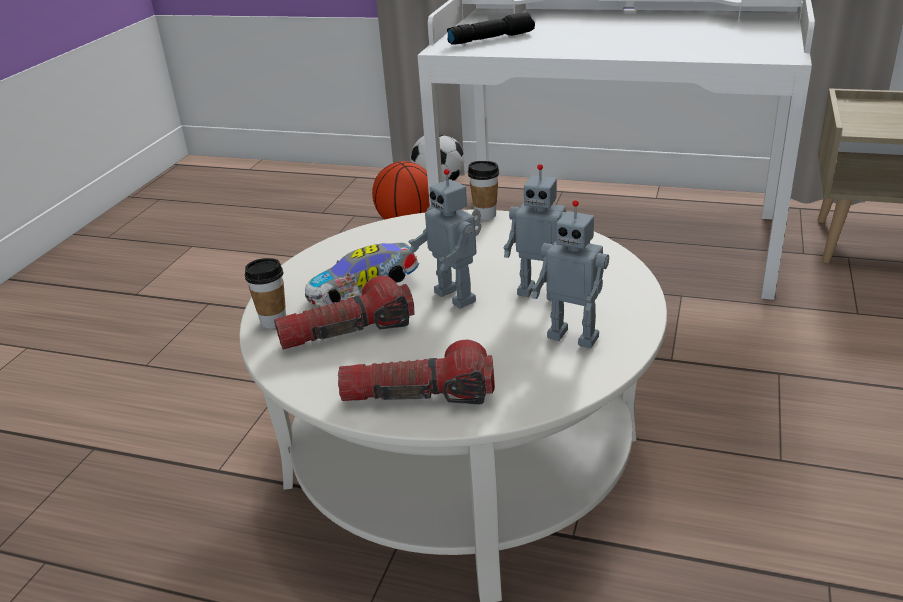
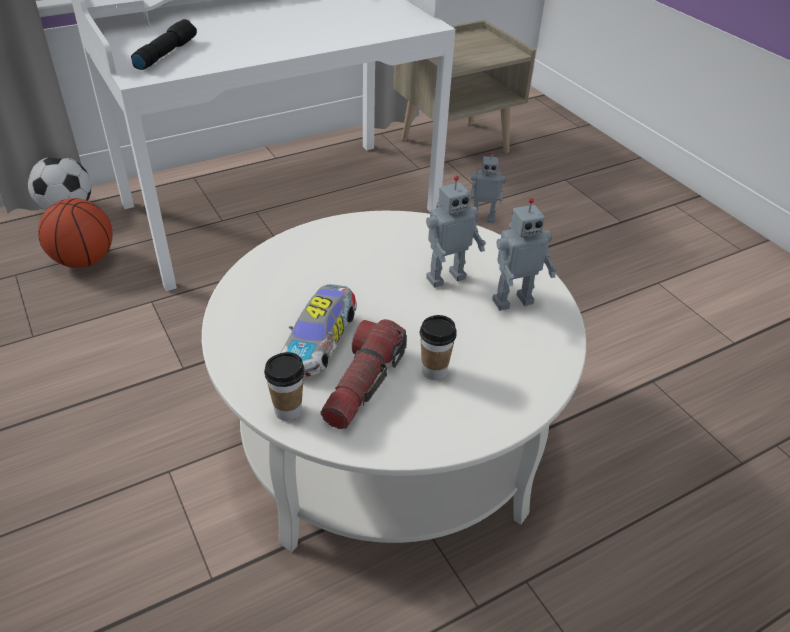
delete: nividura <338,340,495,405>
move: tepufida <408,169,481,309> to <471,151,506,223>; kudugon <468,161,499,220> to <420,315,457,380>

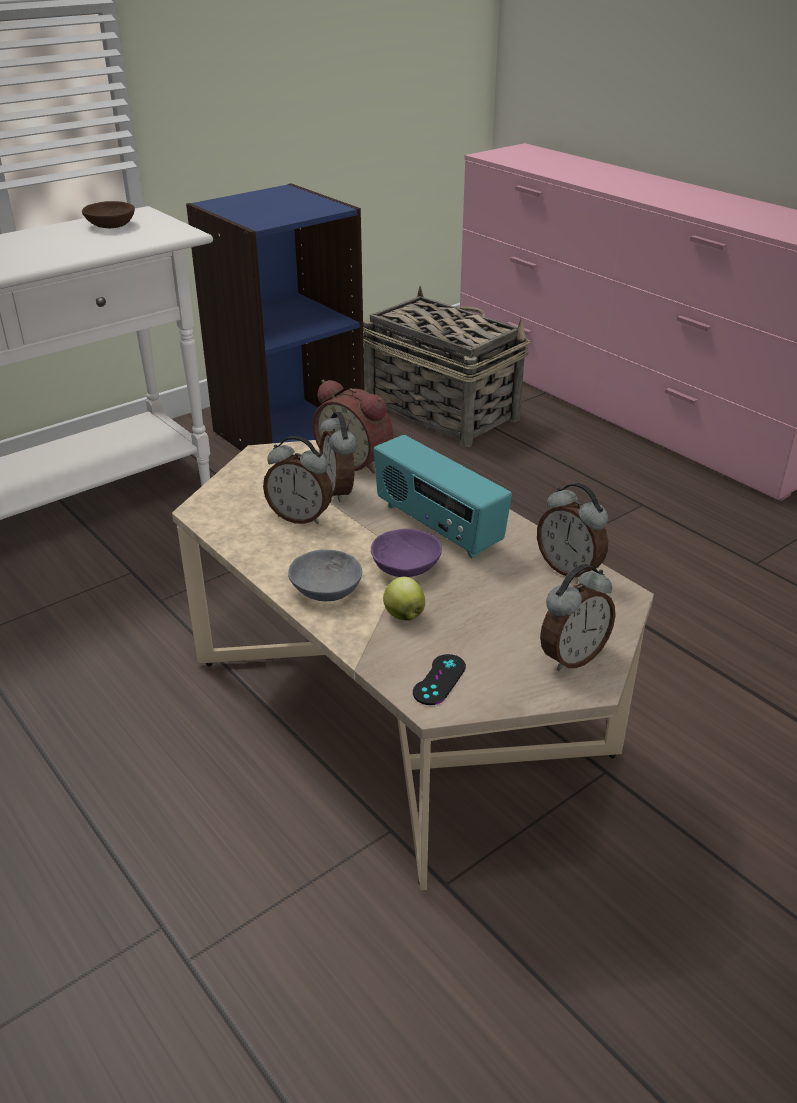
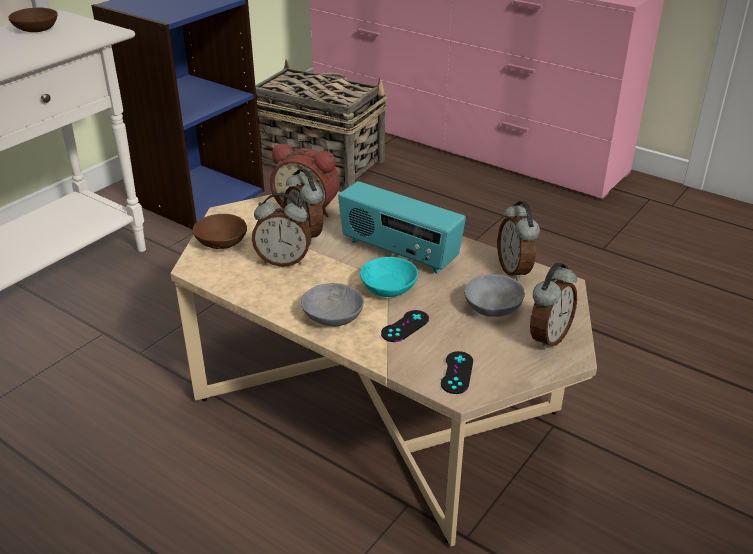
insert: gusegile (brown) <193,214,247,249>; gusegile (grey) <464,274,525,317>
replace: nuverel <383,577,425,621> to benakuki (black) <381,310,429,342>
recolor: gusegile (purple) <371,529,442,577> to gusegile (turquoise) <360,257,418,297>
rotate: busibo <537,483,608,577> = <497,201,540,281> 45 degrees clockwise

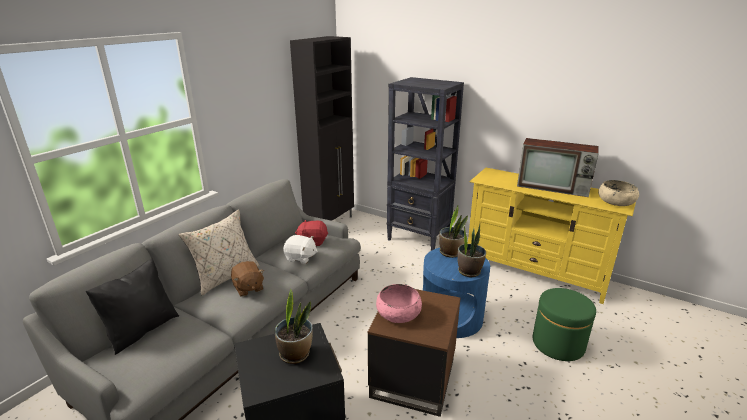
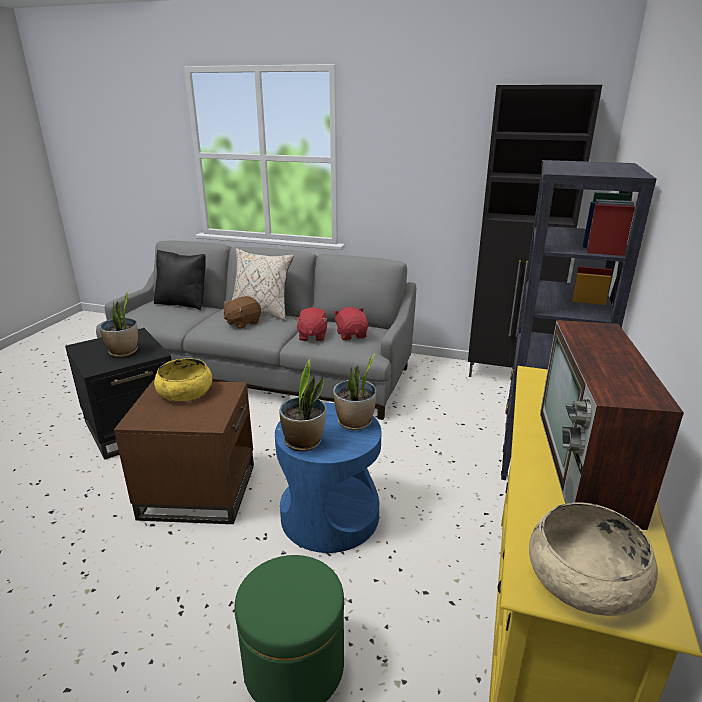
recolor: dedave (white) <283,235,318,264> to dedave (red) <295,307,328,341>; gusegile (pink) <376,284,422,323> to gusegile (yellow) <154,358,212,401>

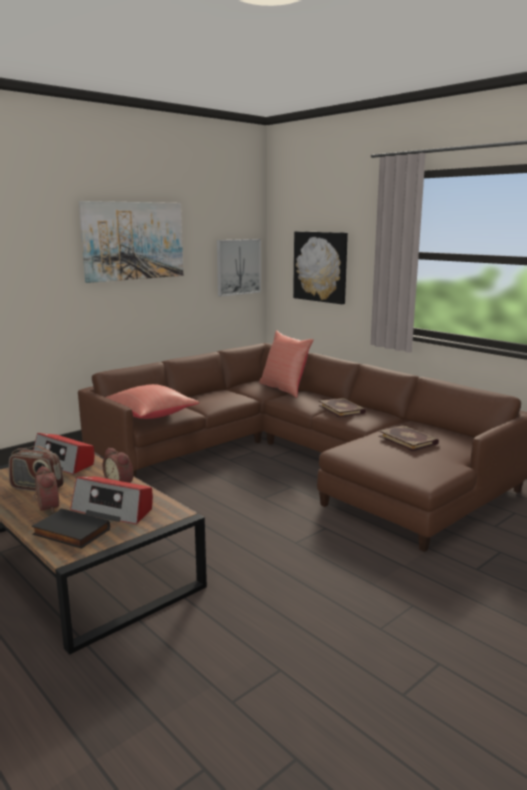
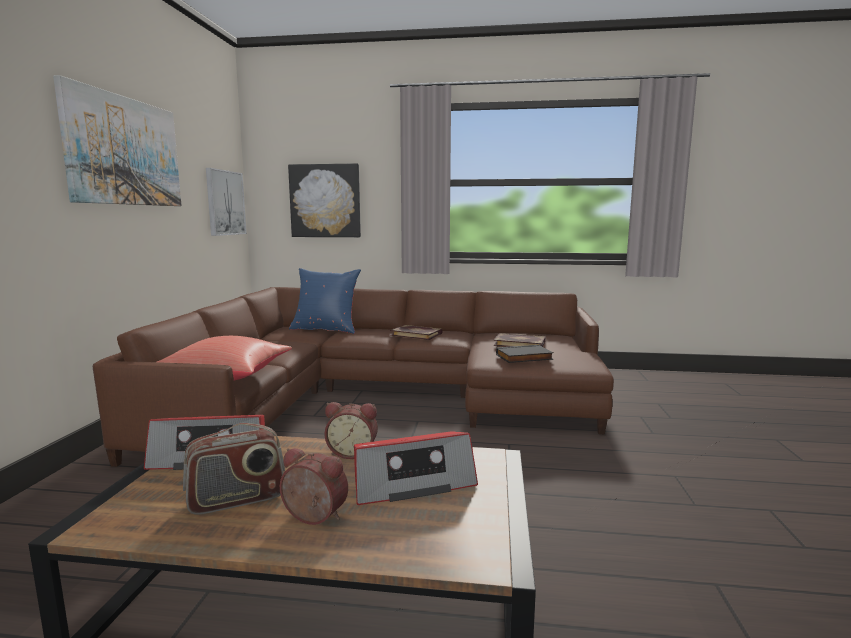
move: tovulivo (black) <32,508,110,549> to <496,345,554,363>
recolor: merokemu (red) <259,330,314,398> to merokemu (blue) <289,268,361,334>

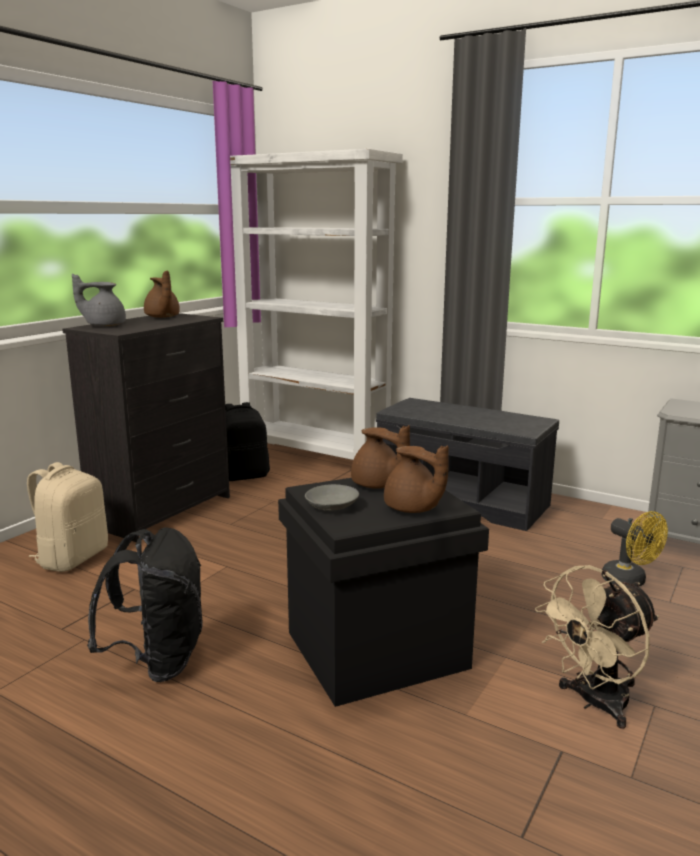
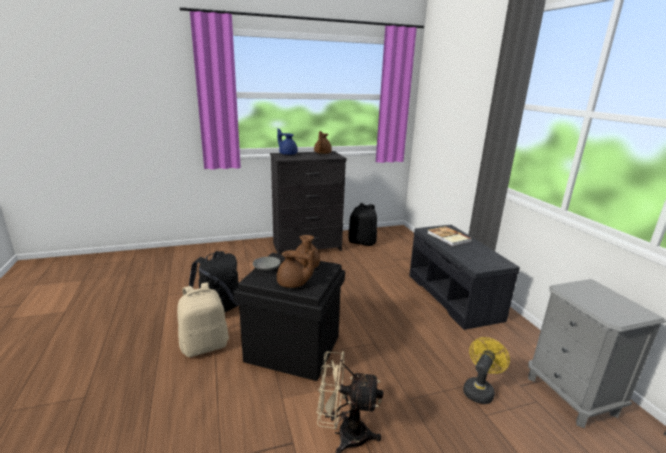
delete: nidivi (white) <230,149,403,460>
insert: tovulivo <428,226,472,246>
move: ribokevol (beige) <27,462,108,572> to <177,282,229,357>
recolor: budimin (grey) <72,274,126,326> to budimin (blue) <277,128,298,155>
rotate: budimin (brown) <384,445,449,513> = <277,249,315,288> 75 degrees counterclockwise; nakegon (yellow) <601,511,668,586> = <463,337,510,404> 150 degrees counterclockwise

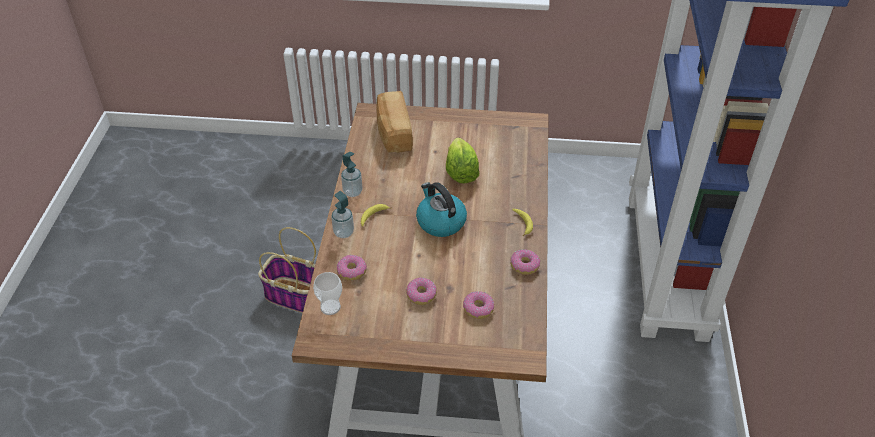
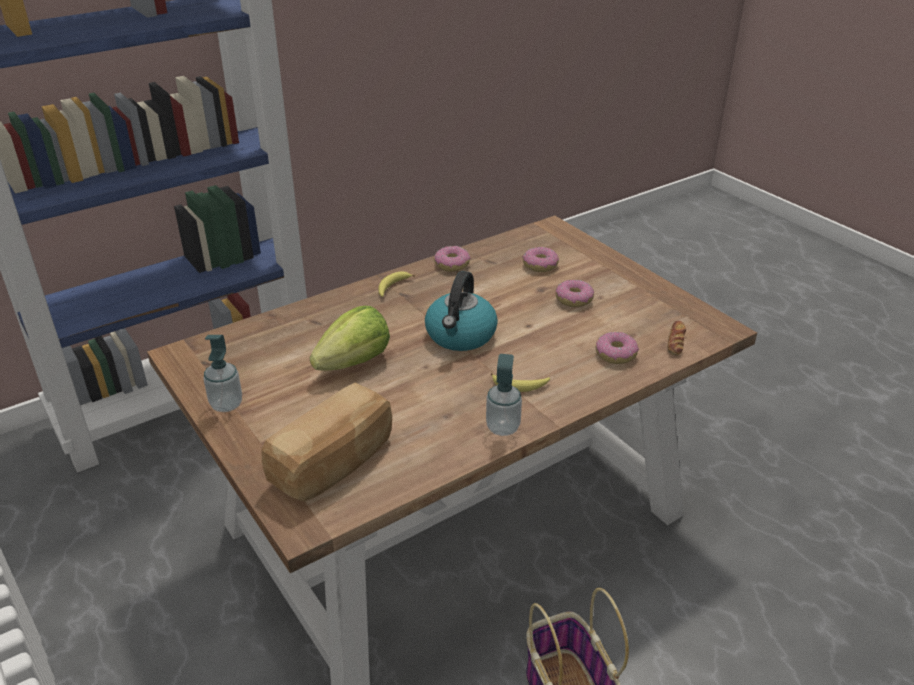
move: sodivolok <331,191,354,238> to <204,335,242,412>
replace: kudugon <313,272,342,315> to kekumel <667,321,686,356>

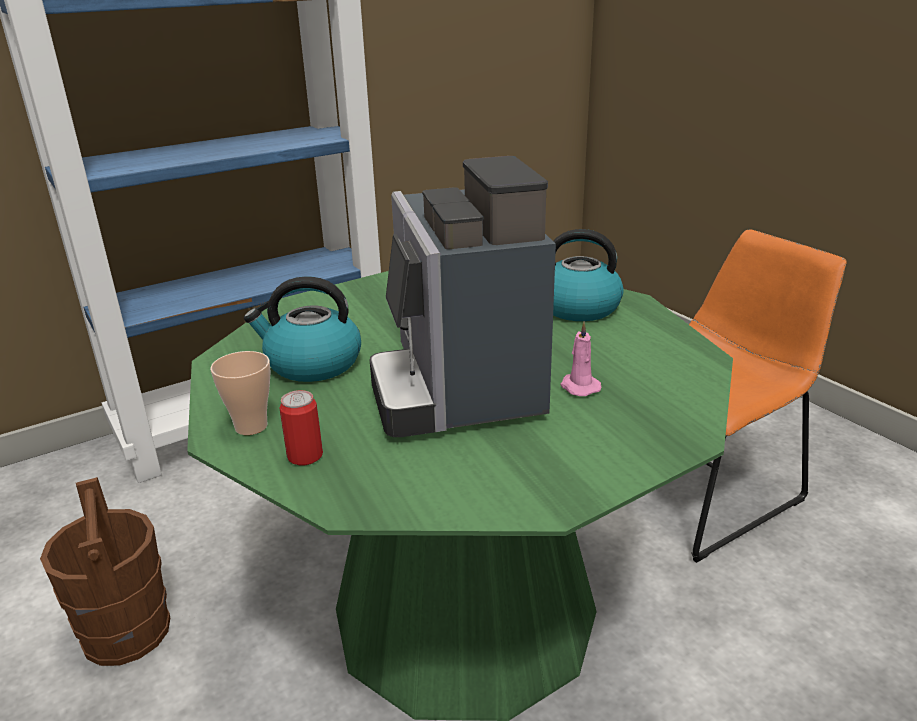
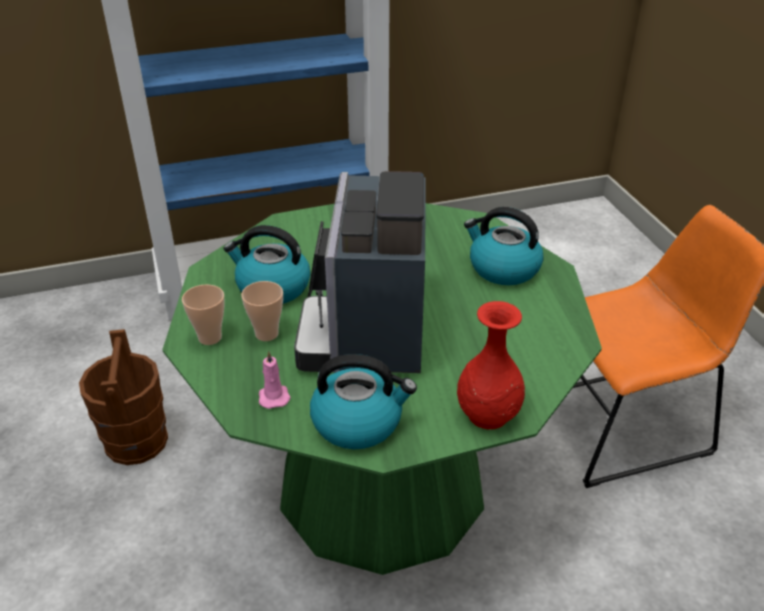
delete: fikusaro <279,390,323,465>
insert: kudugon <241,281,283,341>; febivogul <310,354,417,449>; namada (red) <457,301,525,430>
move: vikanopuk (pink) <561,322,601,396> to <259,351,291,409>

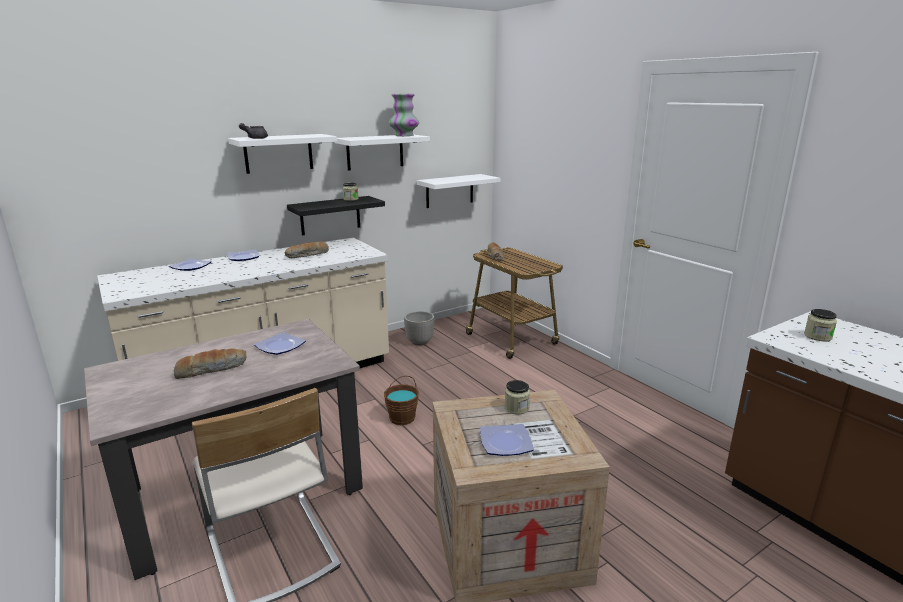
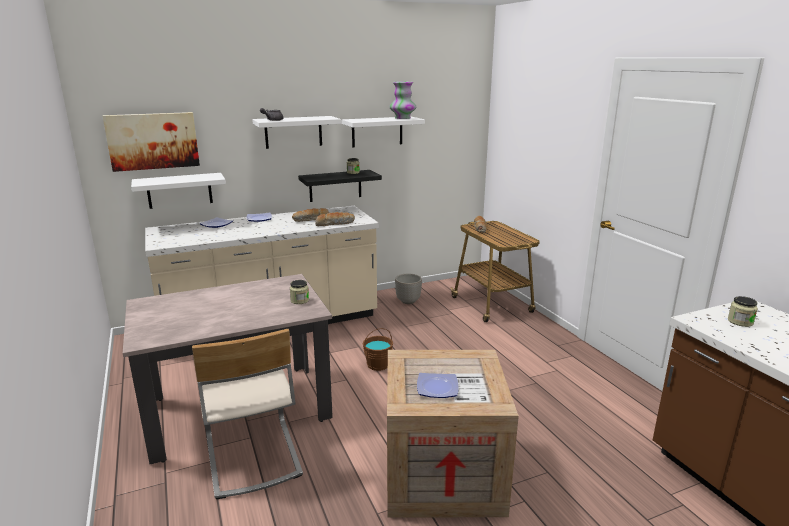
delete: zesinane <254,332,306,355>
insert: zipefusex <103,112,200,172>
move: kekumel <173,348,247,379> to <315,212,355,226>; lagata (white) <417,174,501,208> to <131,173,226,209>; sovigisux <504,380,530,415> to <290,280,309,304>

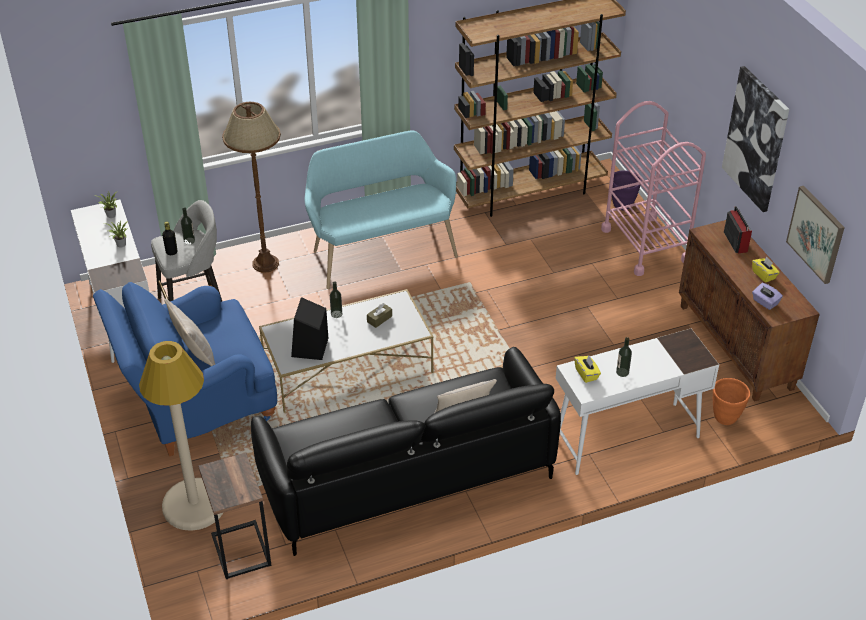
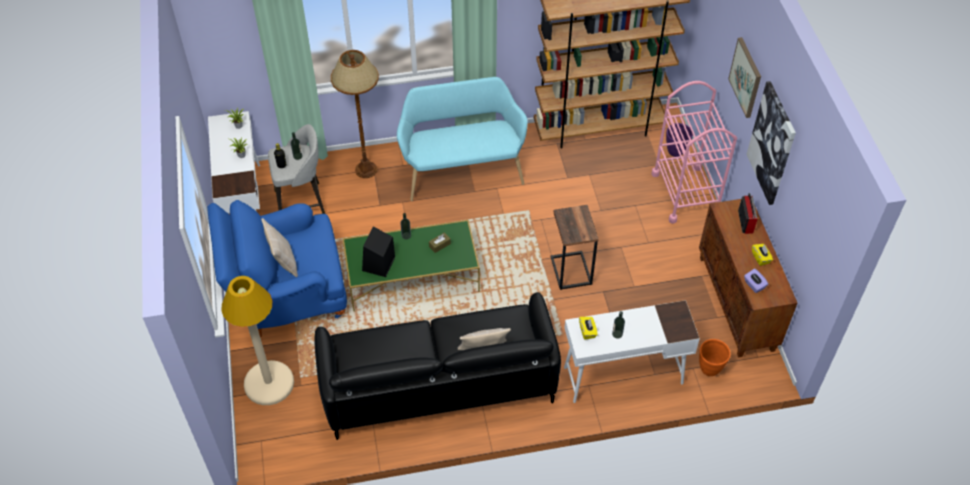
move: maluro <198,453,272,579> to <551,205,599,290>; zipefusex <786,186,845,284> to <728,37,761,118>
recolor: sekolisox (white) <259,289,433,413> to sekolisox (green) <342,220,480,312>

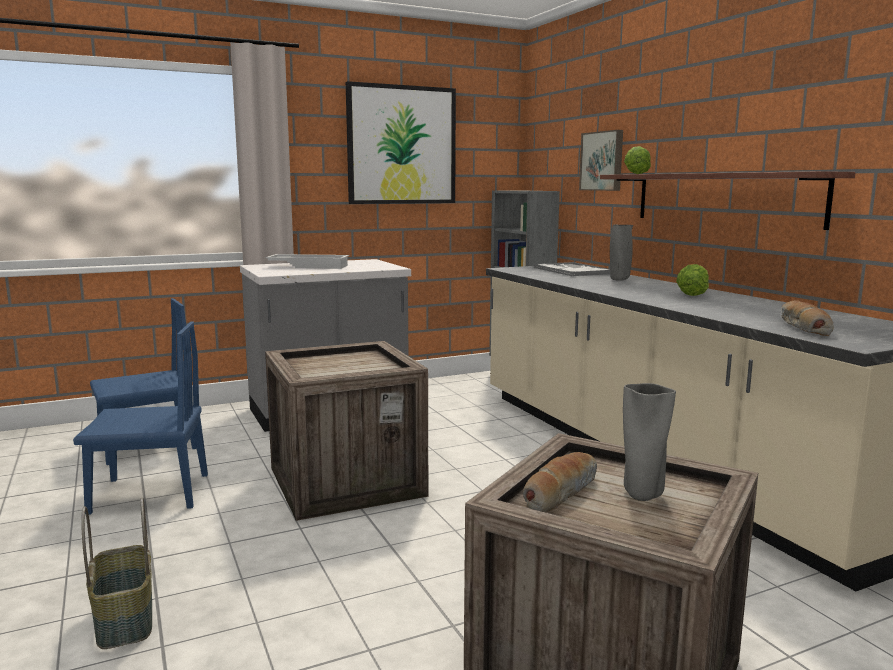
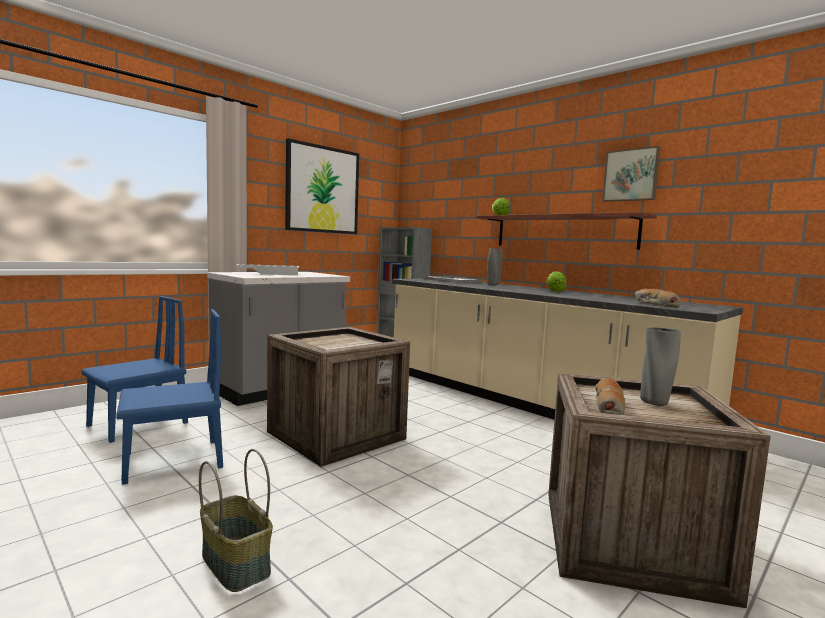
move: zipefusex <579,130,623,191> to <602,146,661,202>

